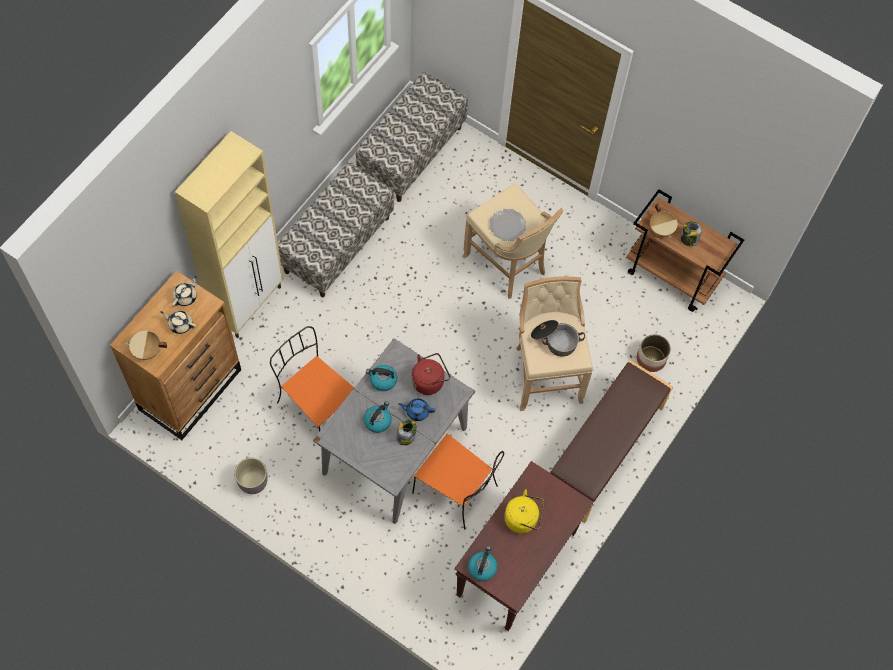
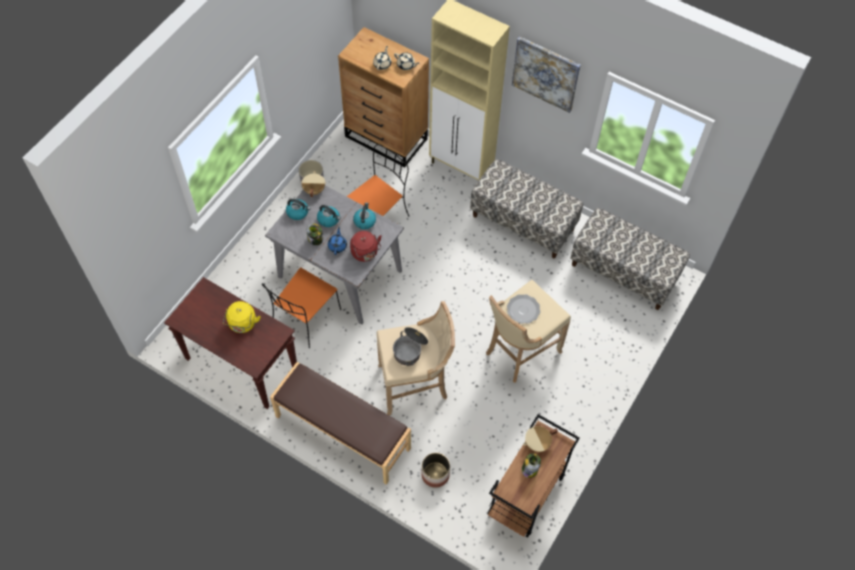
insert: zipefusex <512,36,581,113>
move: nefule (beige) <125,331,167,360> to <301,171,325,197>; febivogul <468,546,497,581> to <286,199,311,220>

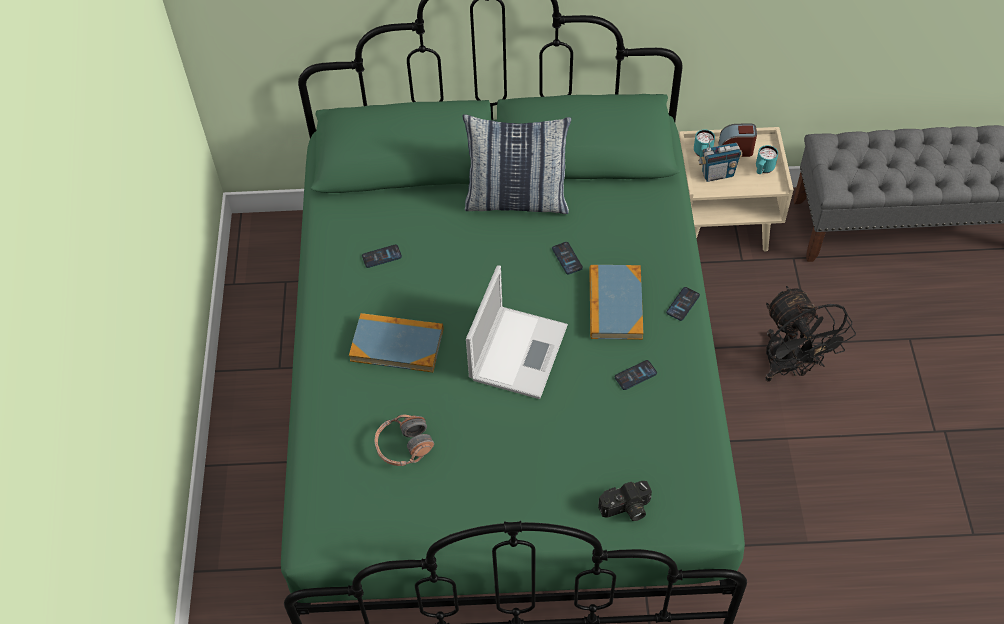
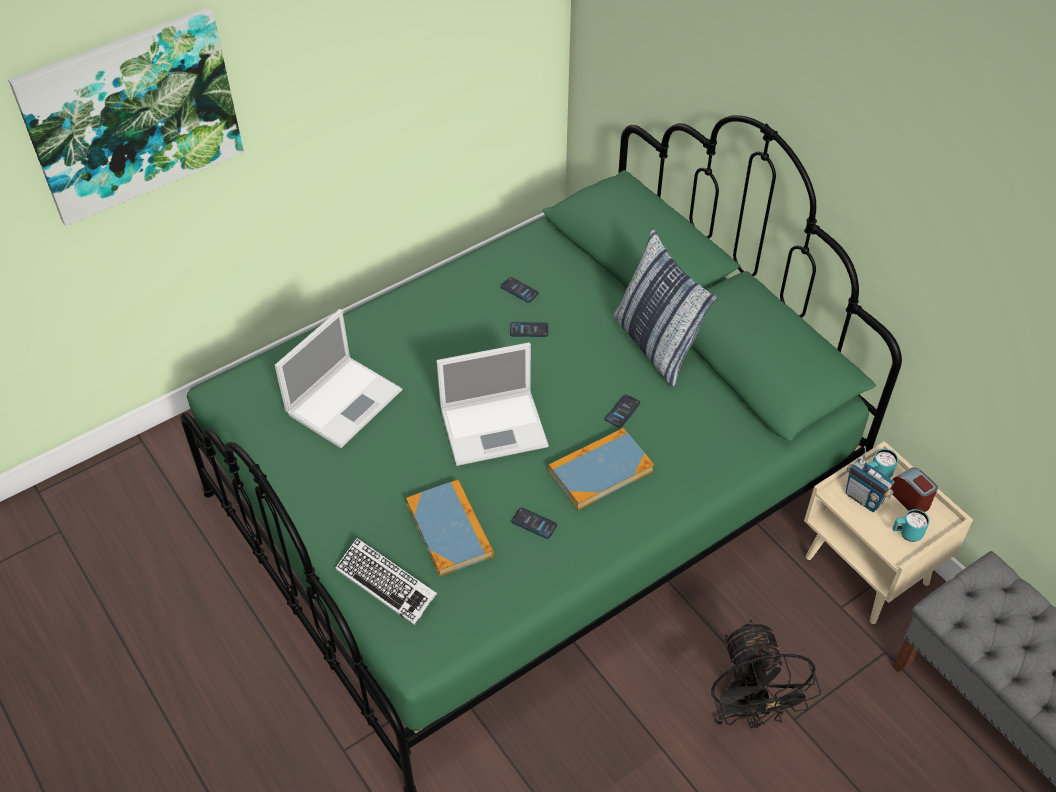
insert: zipefusex <8,7,244,226>
move: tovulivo <349,313,443,372> to <406,480,494,577>; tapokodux <666,287,700,321> to <510,322,548,337>
replace: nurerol <375,415,434,466> to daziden <275,309,402,448>; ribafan <598,481,652,521> to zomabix <335,538,437,626>
rotate: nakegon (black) <765,286,856,382> = <711,619,821,728> 45 degrees counterclockwise

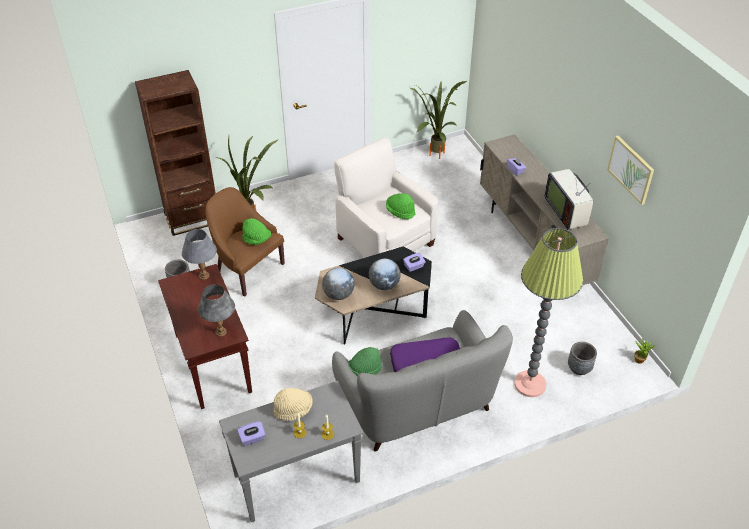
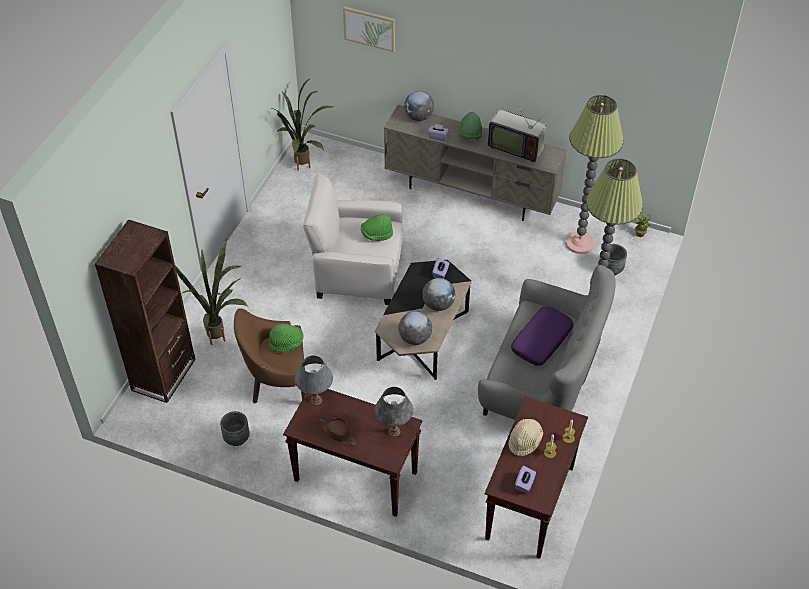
insert: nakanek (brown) <319,417,357,446>; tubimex <404,91,434,121>; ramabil <565,95,624,254>
move: nakanek (green) <348,347,382,377> to <458,112,482,140>; zipefusex <607,136,654,205> to <343,6,395,52>
recolor: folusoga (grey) <219,381,364,522> to folusoga (brown) <485,397,588,559>

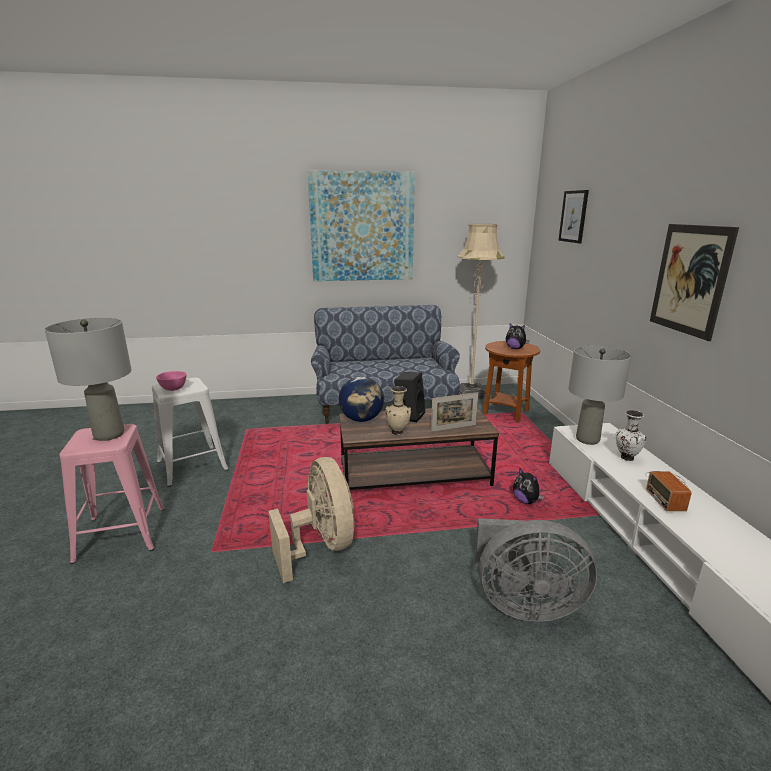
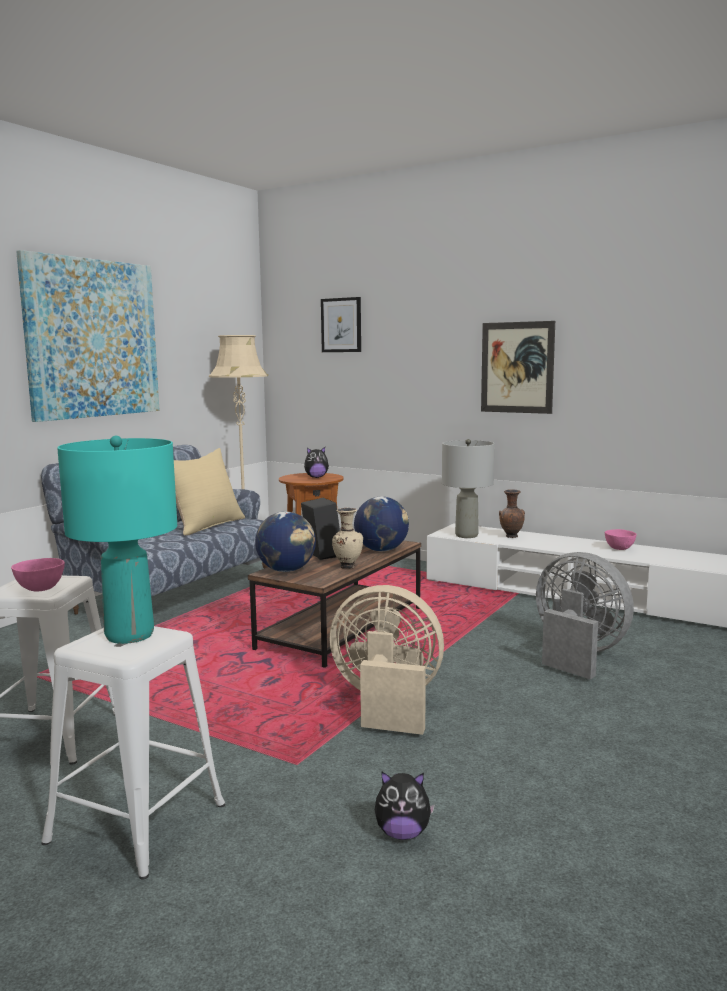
delete: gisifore <645,471,692,511>
insert: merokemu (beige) <174,448,245,536>; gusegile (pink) <605,529,637,550>
move: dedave <513,469,544,504> to <375,771,435,840>
replace: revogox <431,392,478,432> to tubimex <354,496,409,551>
recolor: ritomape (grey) <45,318,131,441> to ritomape (turquoise) <57,436,177,644>; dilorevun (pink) <59,424,165,564> to dilorevun (white) <41,626,225,880>; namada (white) <616,410,646,461> to namada (brown) <499,489,525,538>
rotate: nakegon (grey) <475,518,597,622> = <536,552,634,679> 90 degrees counterclockwise

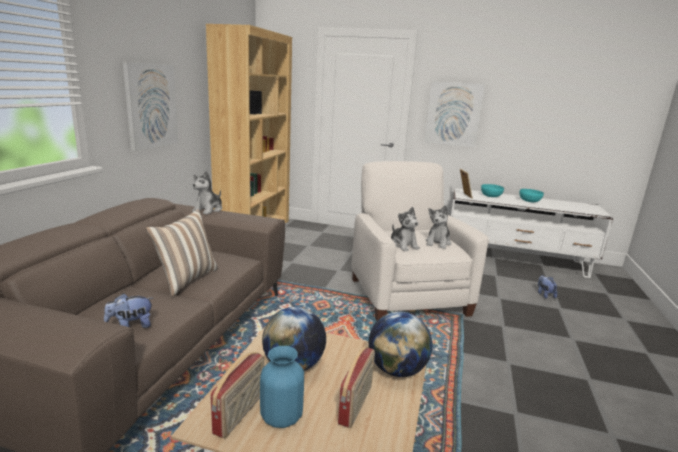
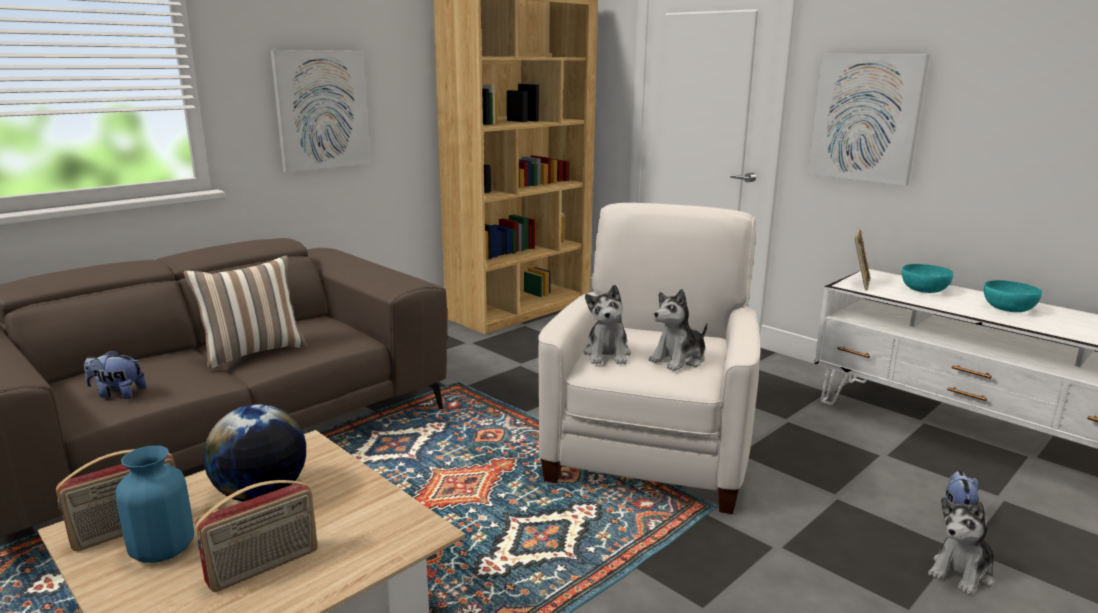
delete: tubimex <369,311,432,377>
move: dedave <192,171,222,215> to <928,497,995,595>

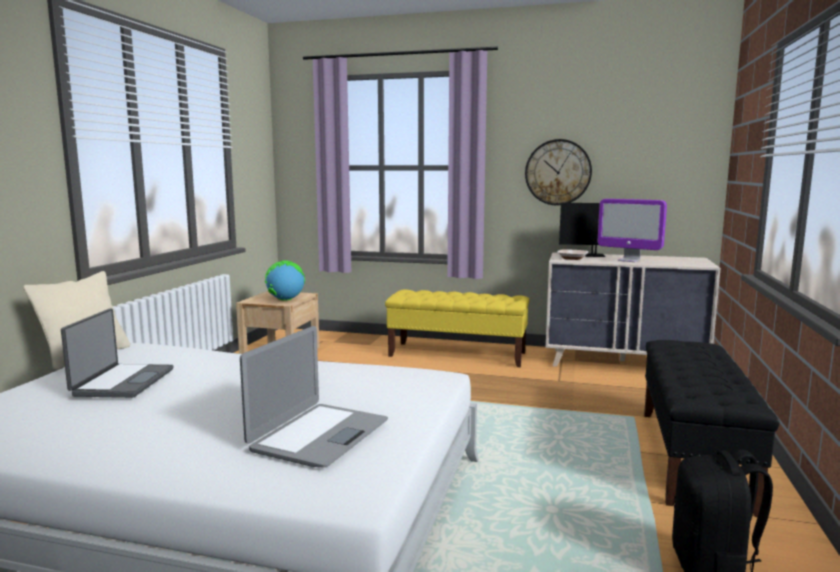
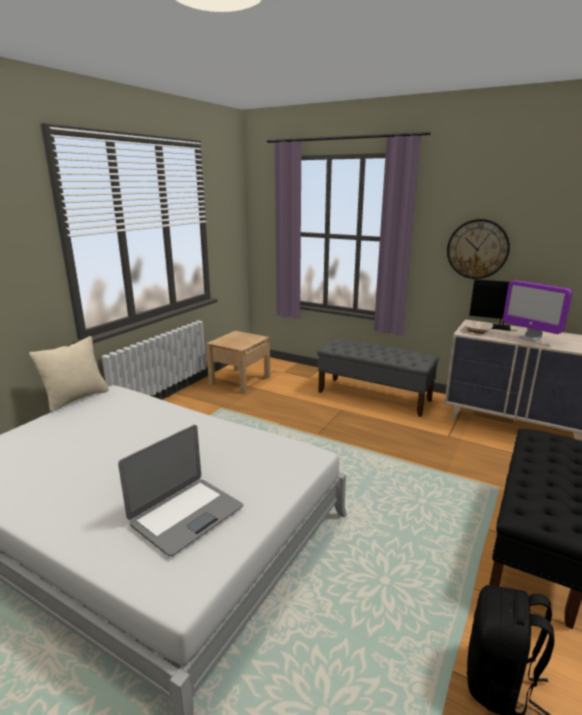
delete: daziden <61,308,174,398>; tubimex <265,261,305,300>
recolor: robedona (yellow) <385,290,530,367> to robedona (grey) <317,339,439,417>

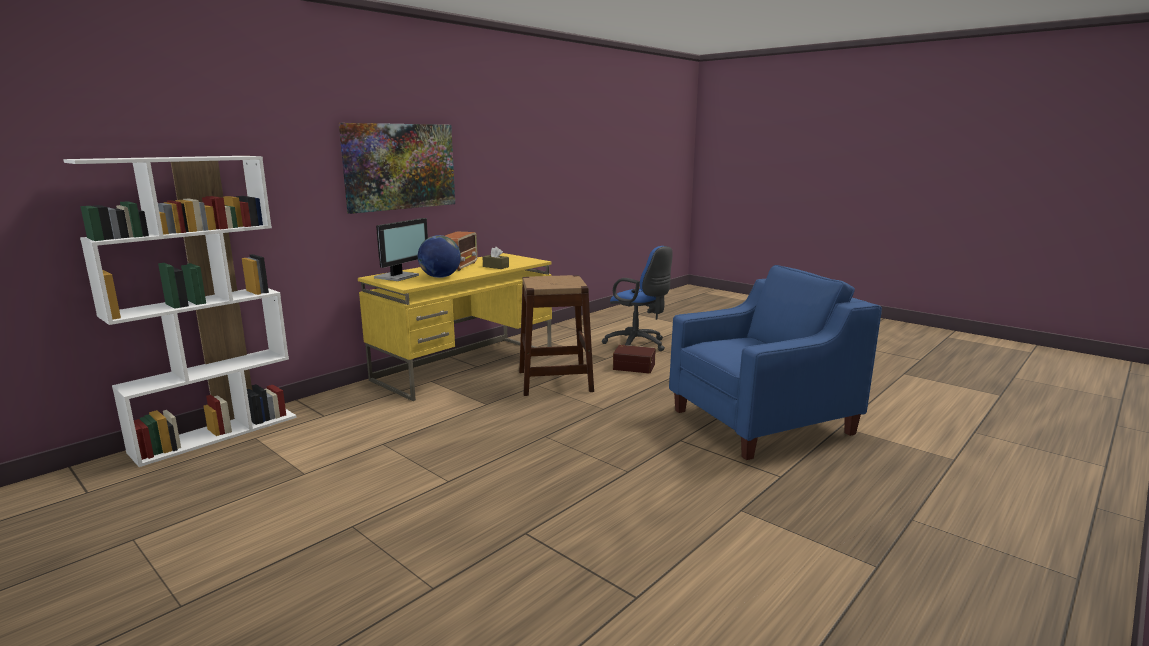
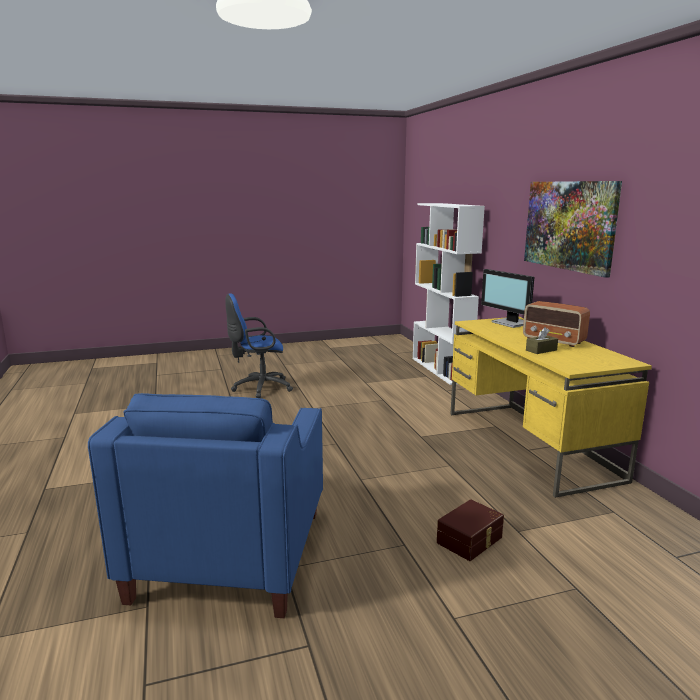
delete: tubimex <418,235,461,278>; dilorevun (brown) <519,275,594,396>
move: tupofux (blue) <602,246,673,351> to <225,293,293,398>

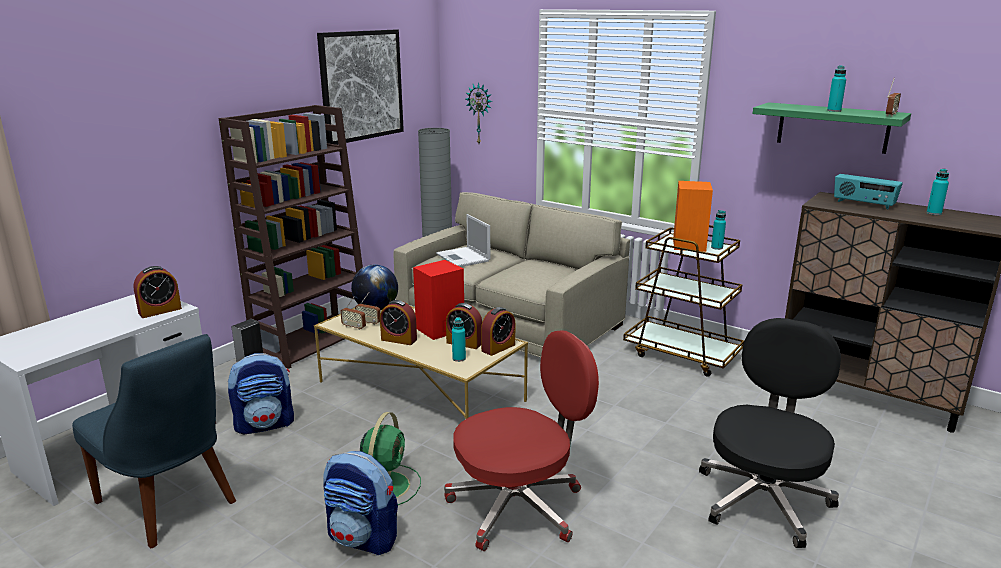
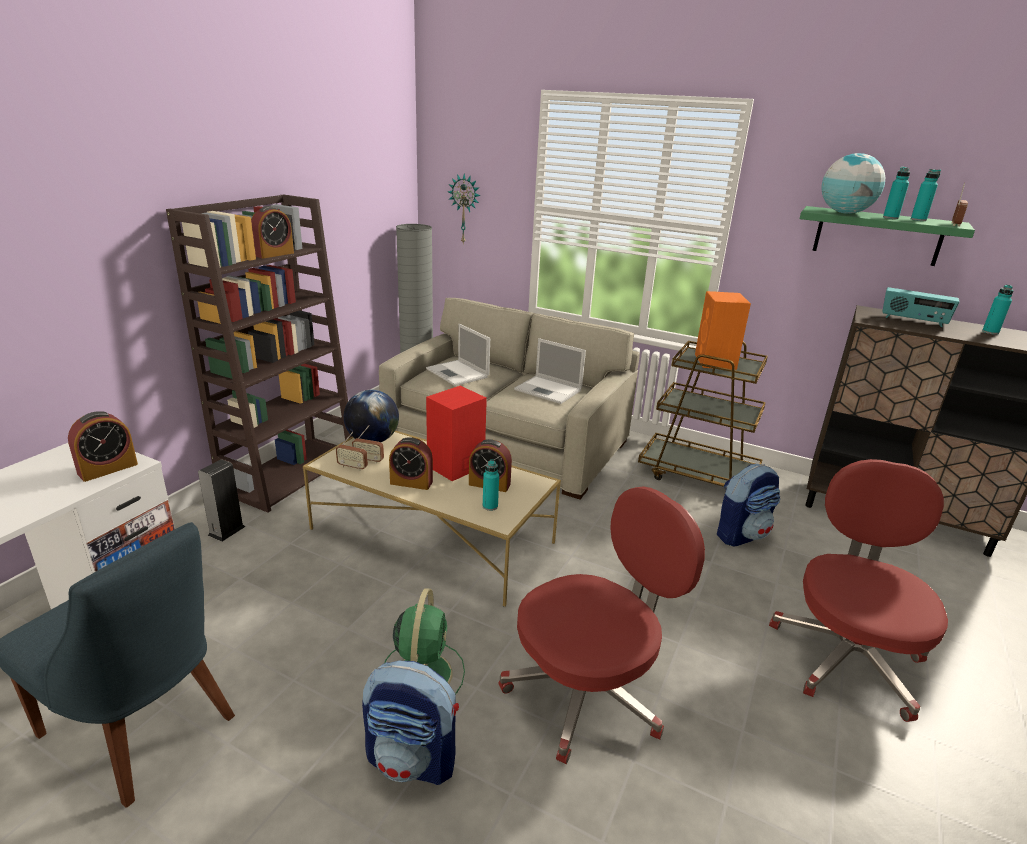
delete: zipefusex <317,30,404,145>
insert: daziden <514,338,586,404>; tubimex <822,153,885,214>
move: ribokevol <228,353,294,434> to <717,464,780,547>; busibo <481,307,515,356> to <251,206,294,259>; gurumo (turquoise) <711,210,726,250> to <911,169,941,221>
recolor: tupofux (black) <699,318,841,548> to tupofux (red) <769,459,948,722>

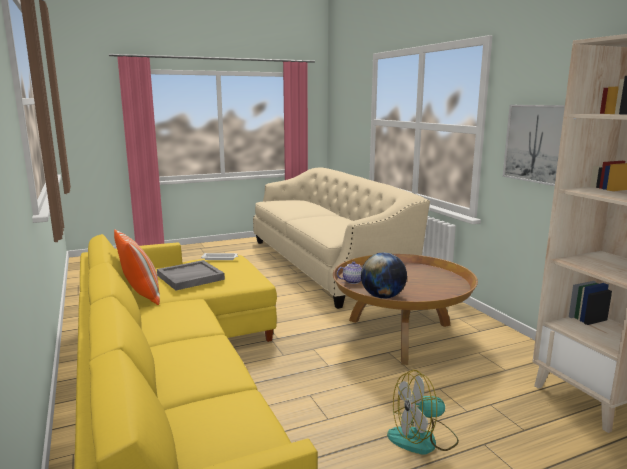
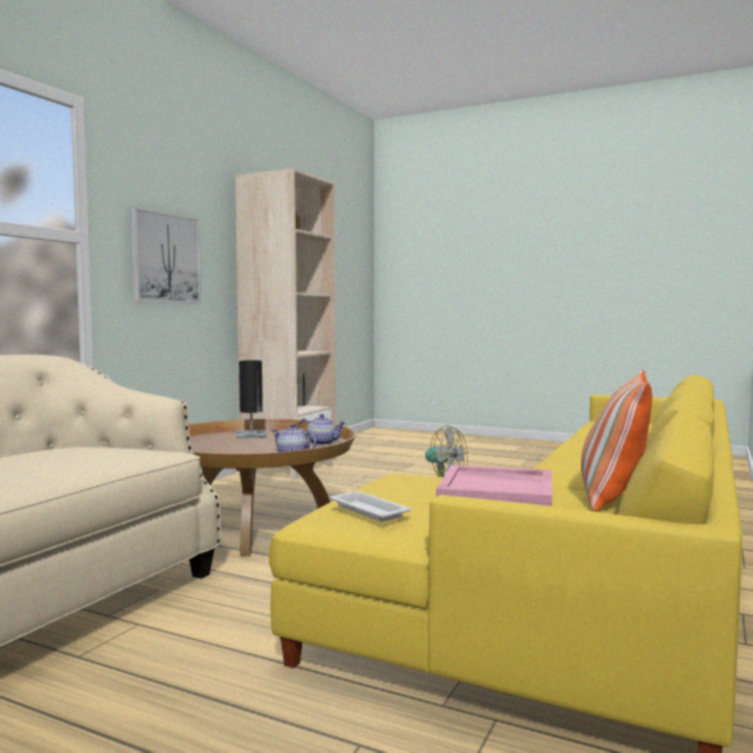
insert: ritomape (black) <236,360,267,438>
replace: tubimex <361,253,407,299> to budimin <298,414,346,445>
recolor: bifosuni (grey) <157,260,225,290> to bifosuni (pink) <436,465,552,506>

